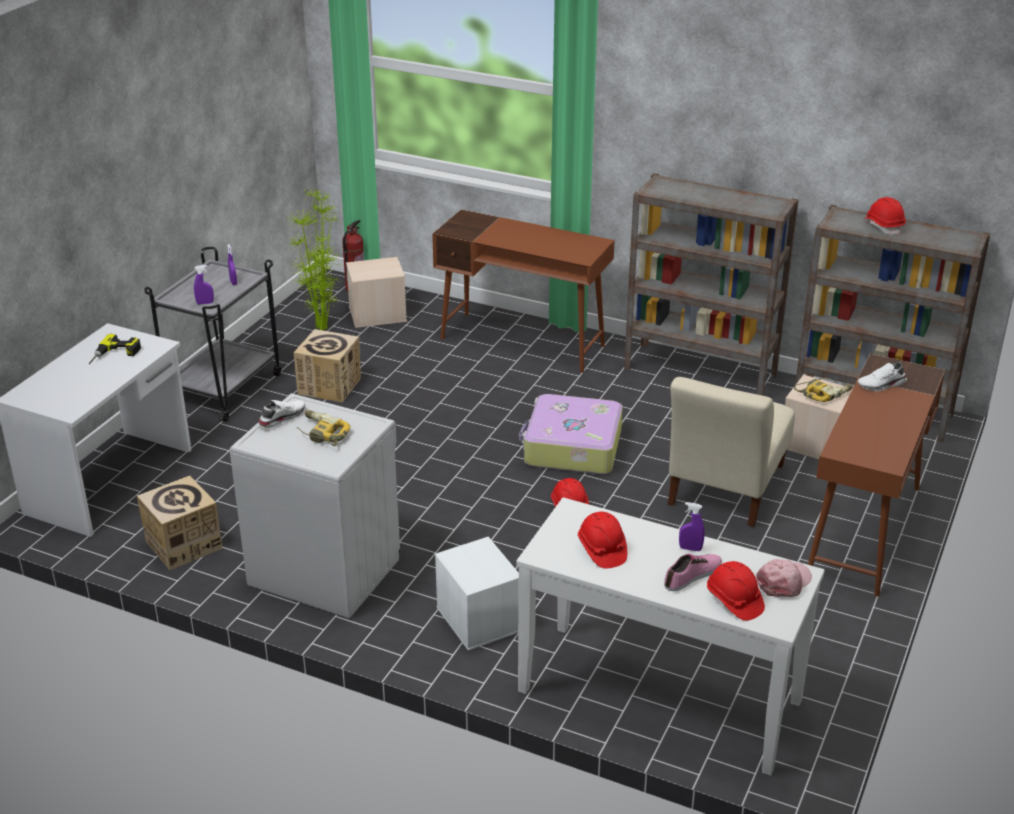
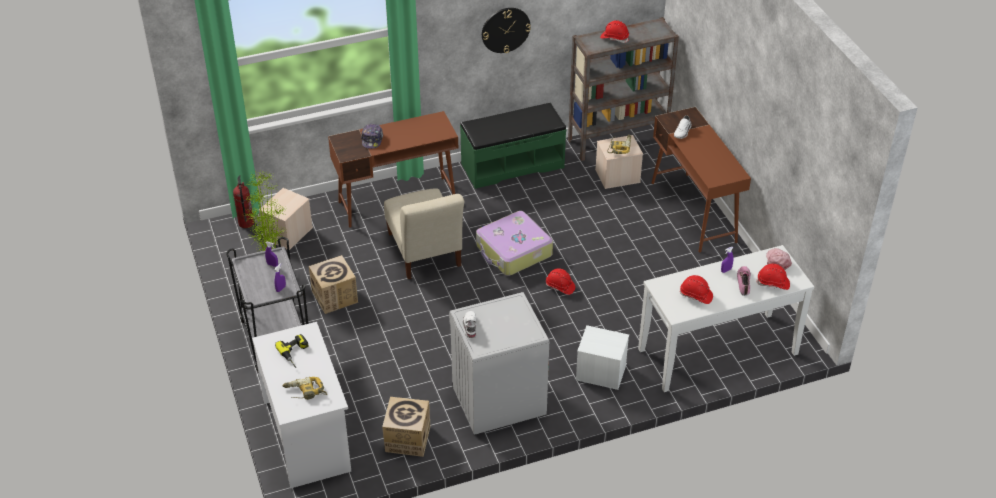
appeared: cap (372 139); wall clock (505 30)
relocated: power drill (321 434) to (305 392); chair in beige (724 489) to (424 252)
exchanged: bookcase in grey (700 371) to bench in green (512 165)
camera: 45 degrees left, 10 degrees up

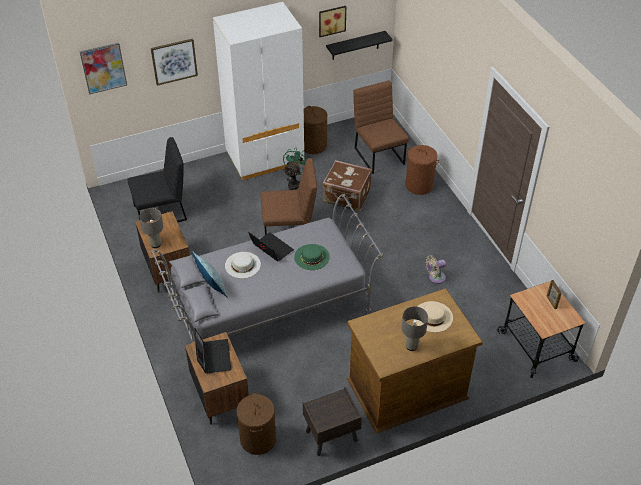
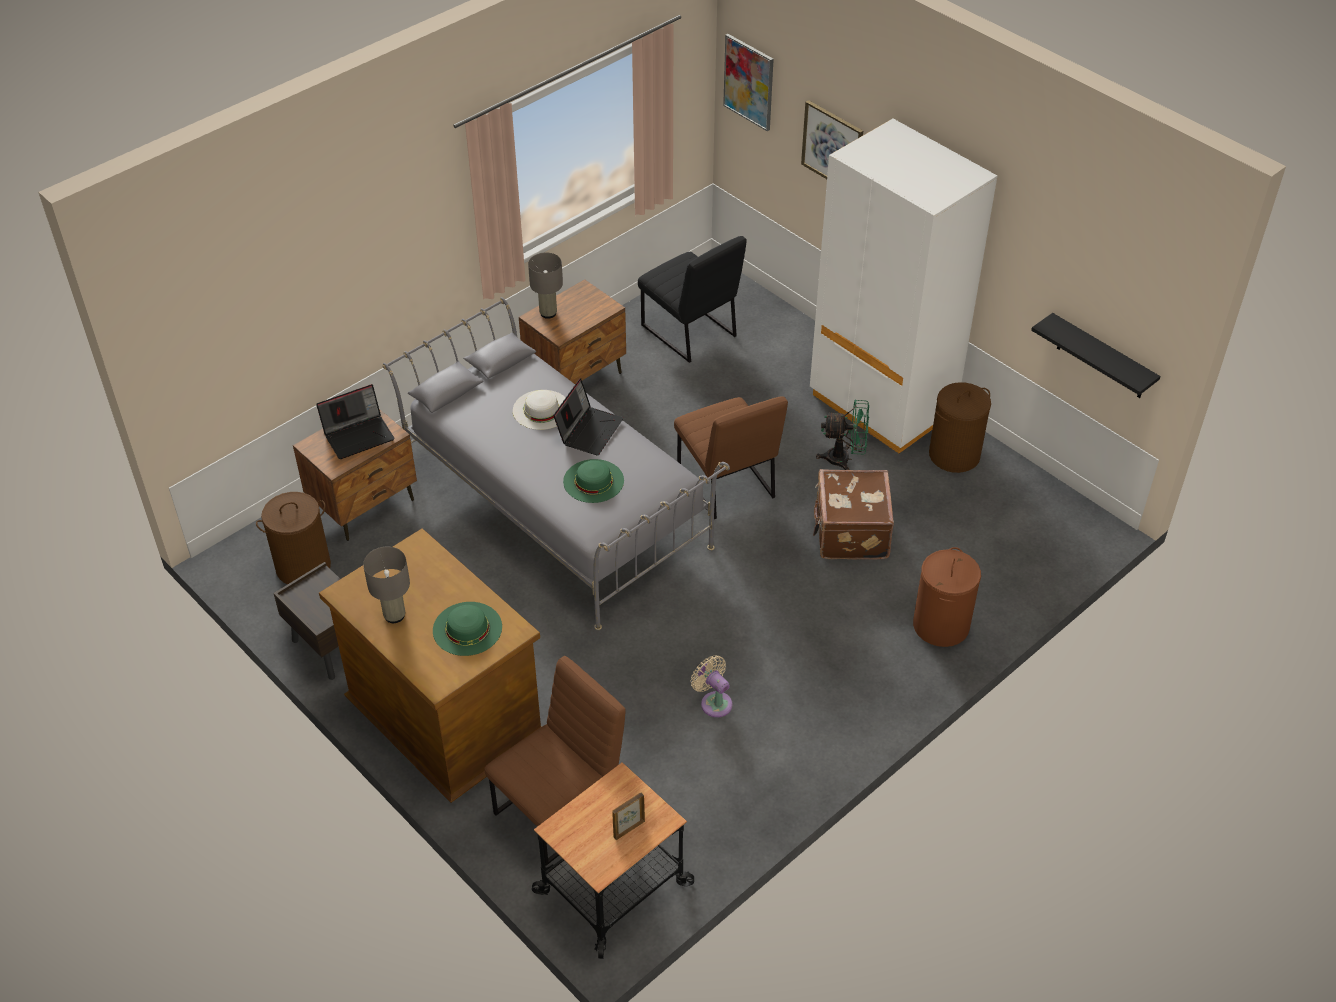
missing: pillow (212 287); picture (331 20)
relocated: chair in brown (379 155) to (560 809)
colour: hat in beige (433 316) to hat in green (467 628)
camera: 70 degrees right, 0 degrees up

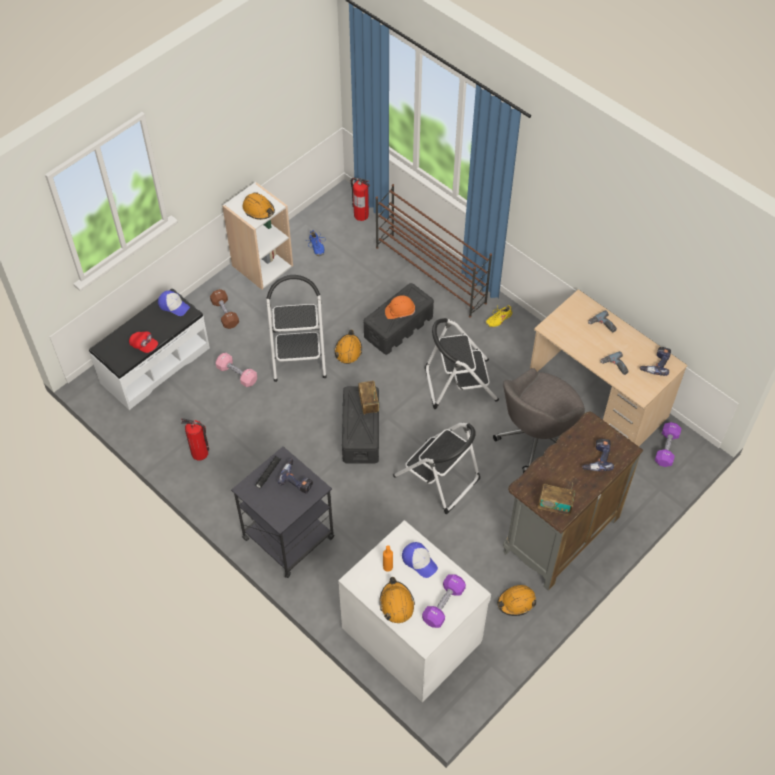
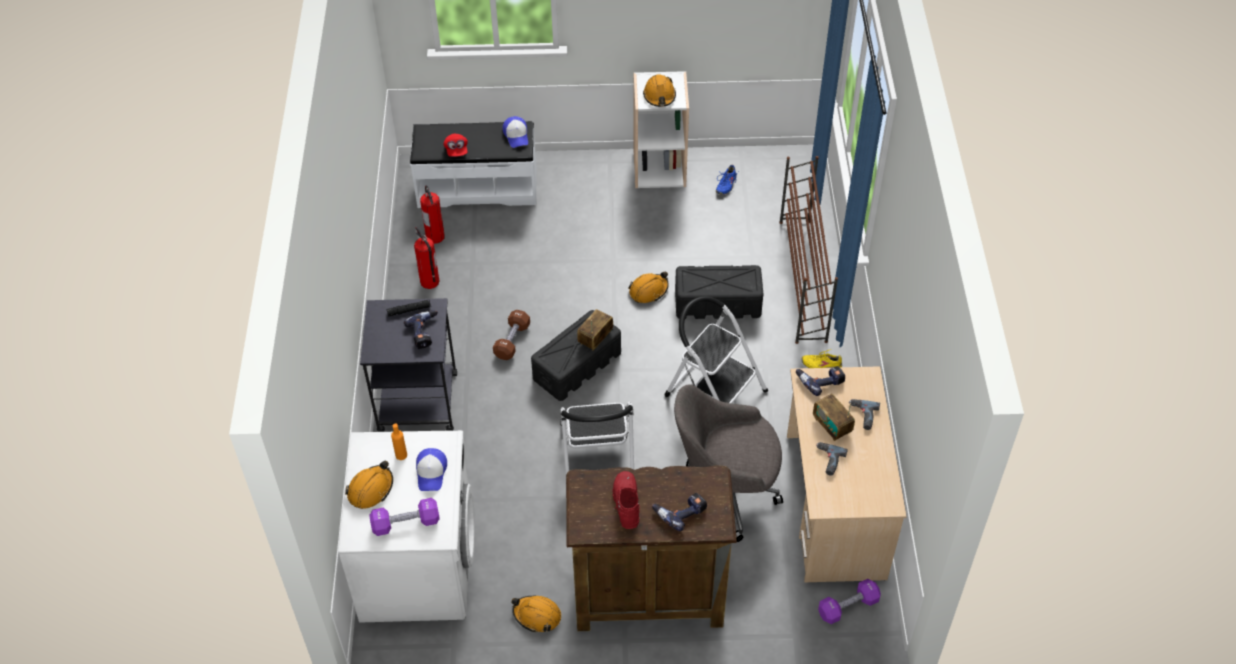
missing: dumbbell in pink (237 374); step ladder (299 352); hard hat in orange (399 312)
appeared: boot in red (626 504)
relocated: dumbbell in brown (225 313) to (512 341); fire extinguisher (361 215) to (435 236); radio (555 506) to (832 426); power drill (655 364) to (820 380)
camera: 45 degrees right, 5 degrees down

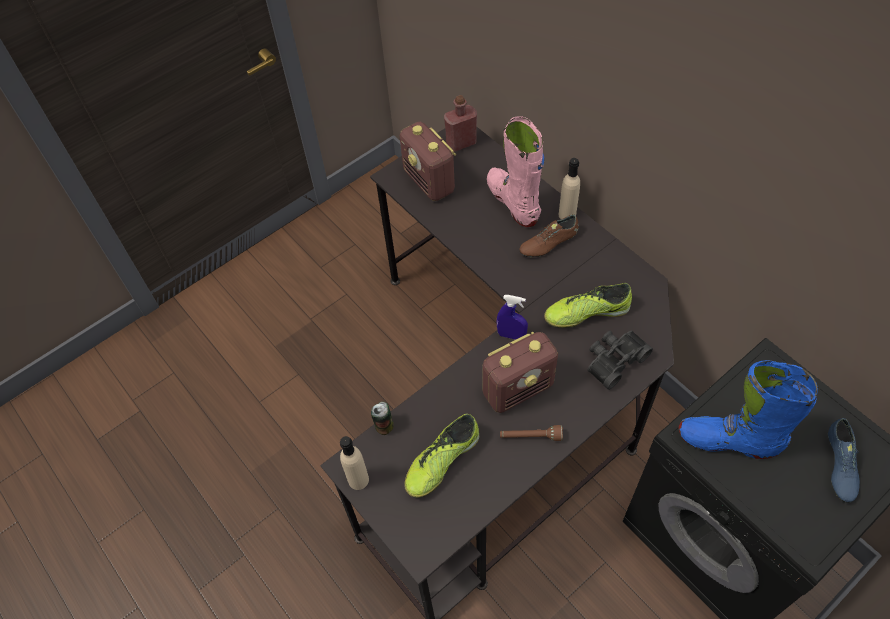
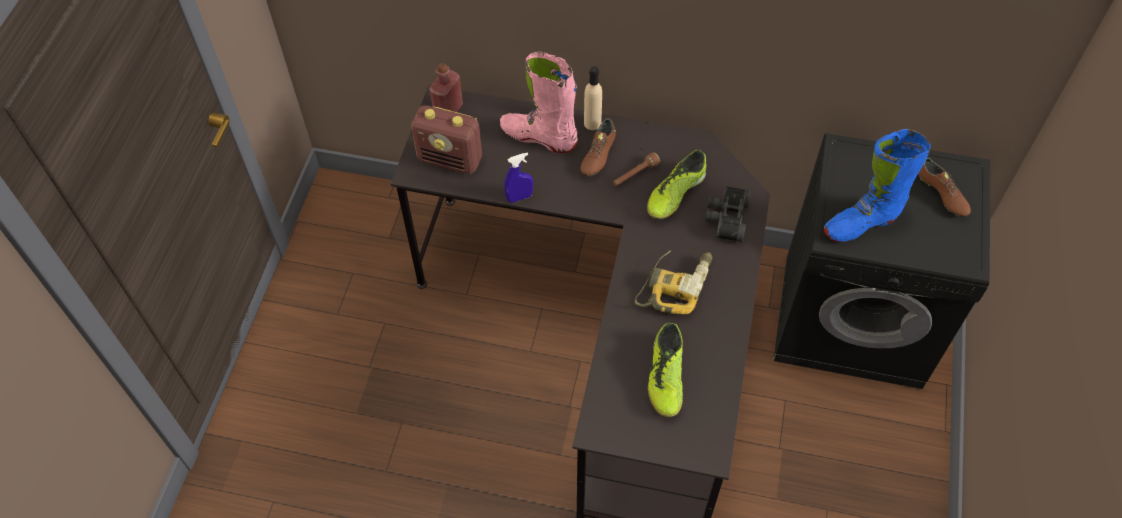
missing: bottle in beige (358 479); can (384 425)
relocated: spray bottle in blue (511 335) to (519 197); flashlight in brown (530 436) to (635 174)
exchanged: radio (518 388) to power drill (674 284)
colour: shoe in blue (839 465) to shoe in brown (941 194)
camera: 40 degrees left, 0 degrees up

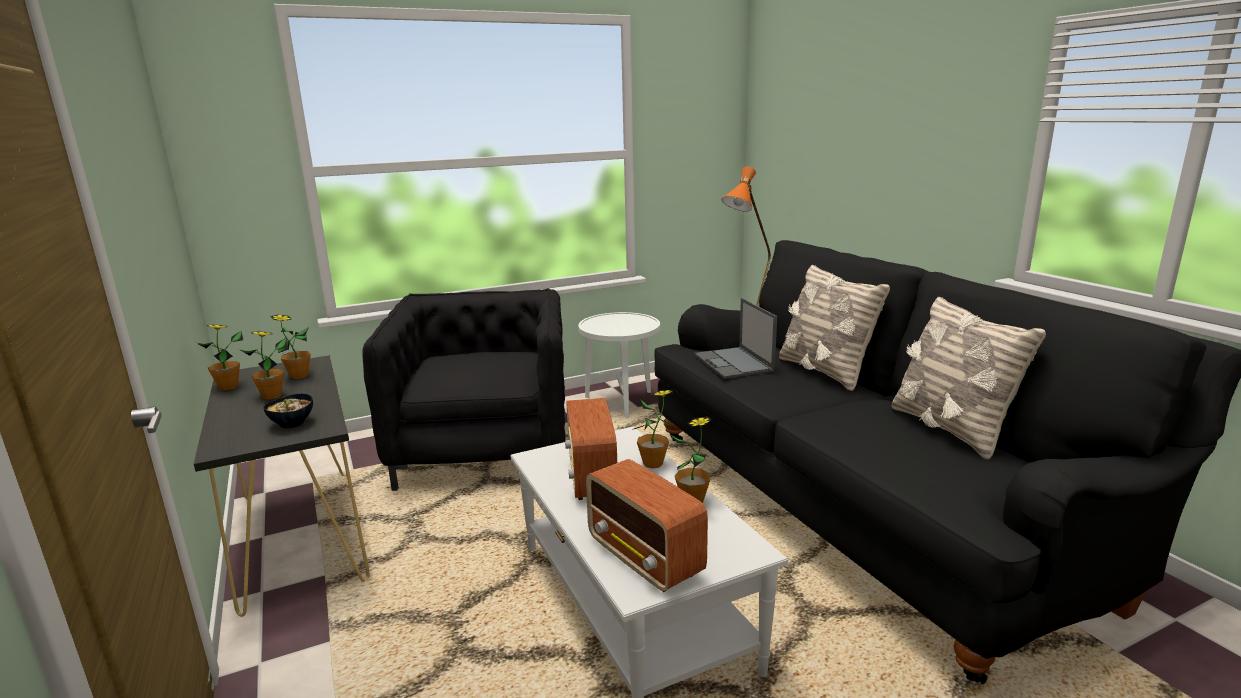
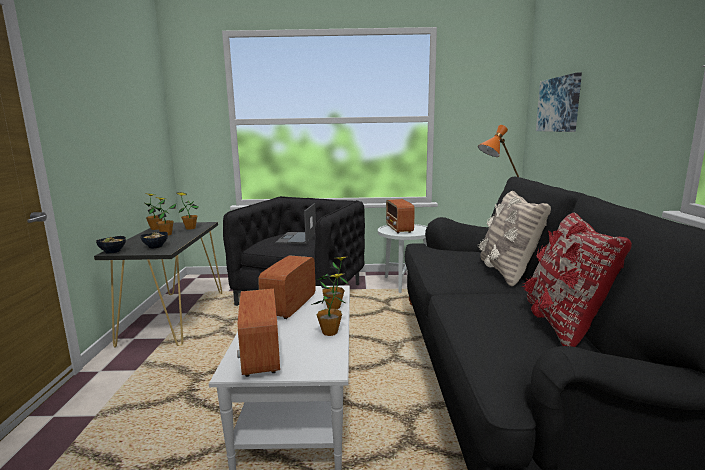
appeared: bowl (112 251); radio (399 229); picture (559 104)
relocated: laptop (734 363) to (296 238)
colour: pillow in beige (950 429) to pillow in red (561 324)
camera: 25 degrees right, 5 degrees down

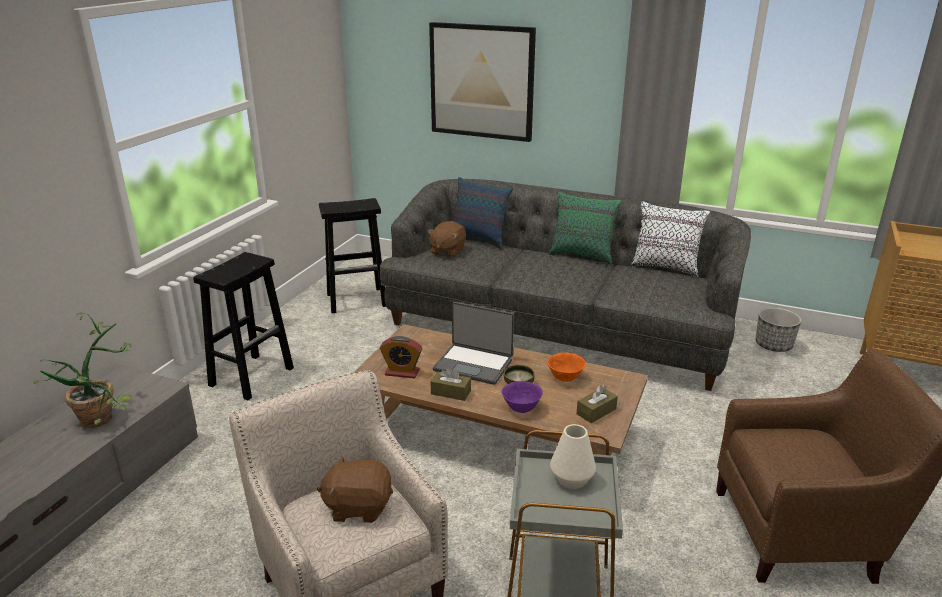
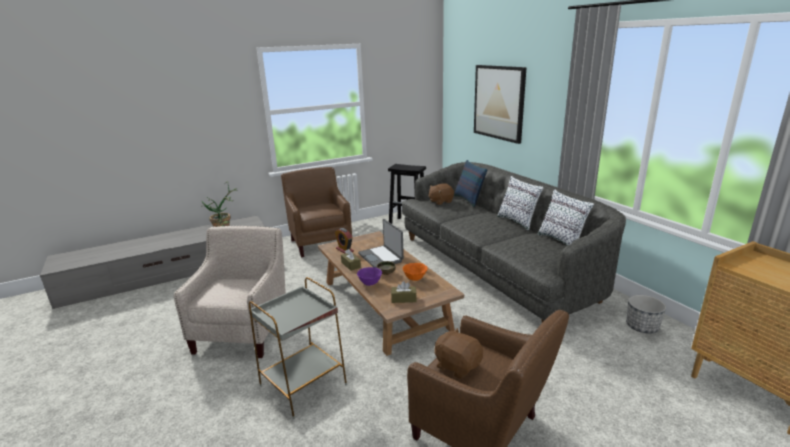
missing: vase in white (572 479)
relocated: plush toy in brown (358 507) to (457 366)
exchanged: stool in black (252 376) to armchair in brown (320 242)
colour: pillow in green (582 256) to pillow in white (517 222)
camera: 40 degrees right, 5 degrees down

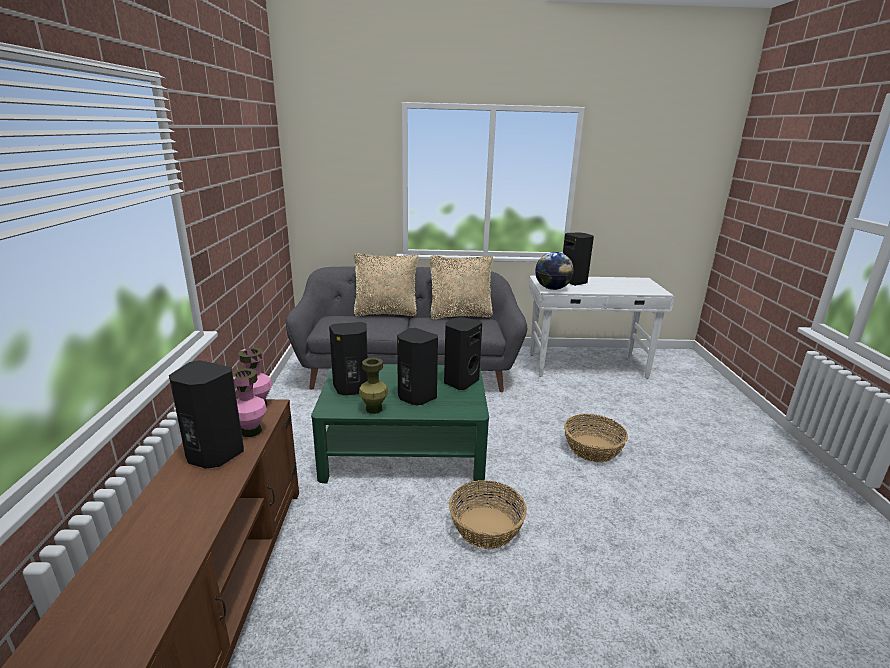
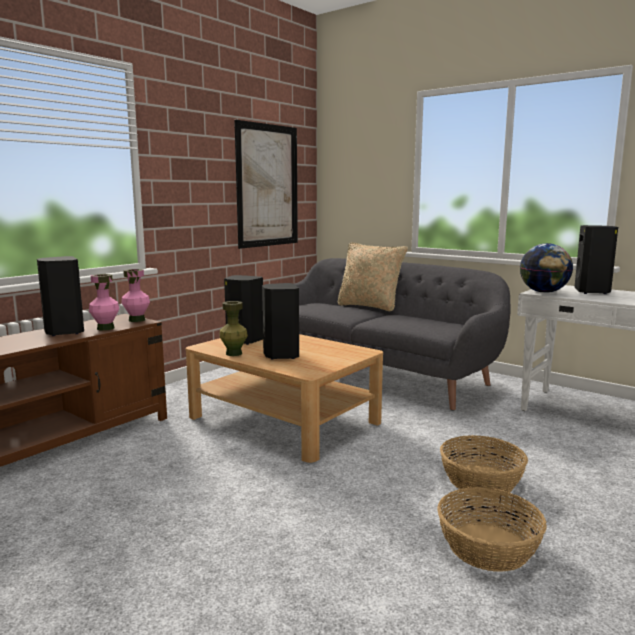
missing: pillow in beige (461 316); speaker in black (460 382)
appeared: picture (267 186)
relocated: basket (485 527) to (487 546)
colour: coffee table in green (404 449) to coffee table in beige (284 419)
camera: 40 degrees right, 10 degrees down

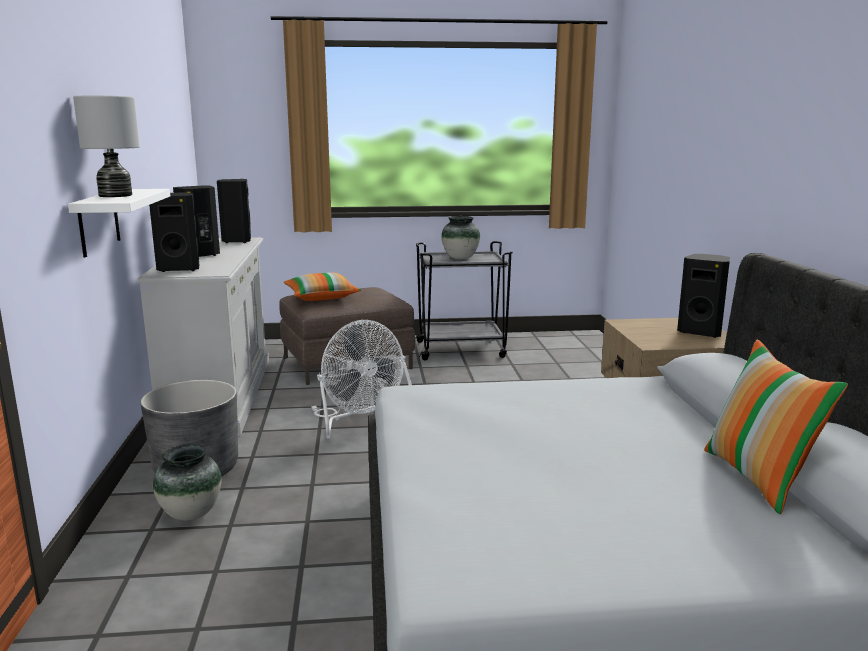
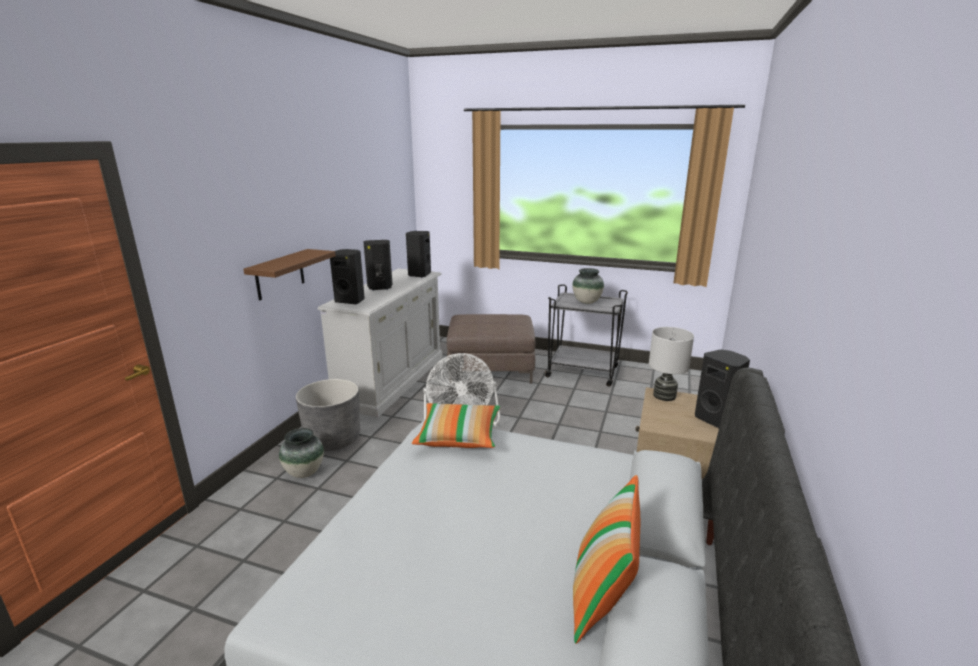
relocated: table lamp in grey (115 195) to (664 396); pillow (322 297) to (459 436)
colour: shelf in white (99 222) to shelf in brown (280 274)
camera: 25 degrees right, 5 degrees up

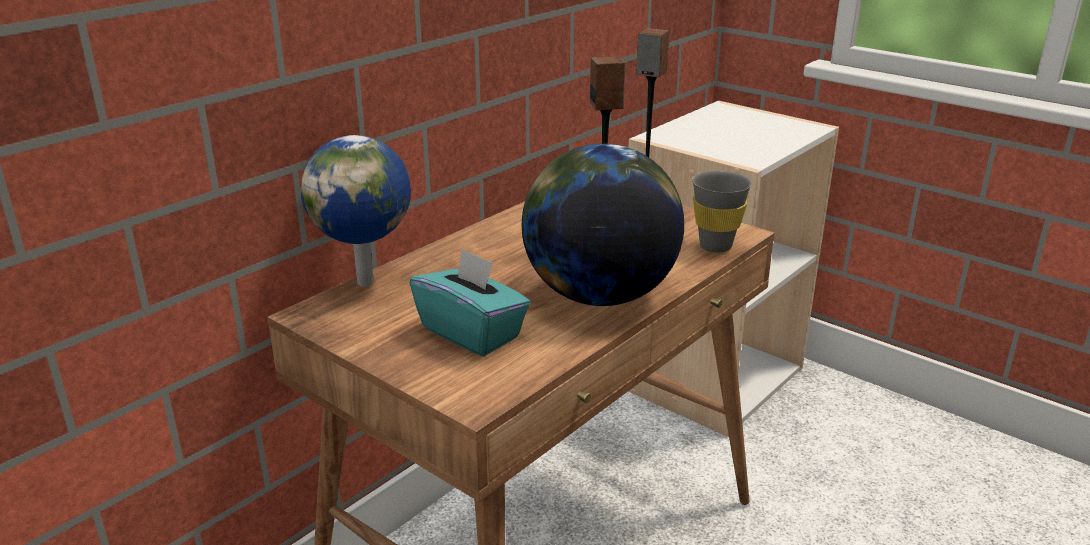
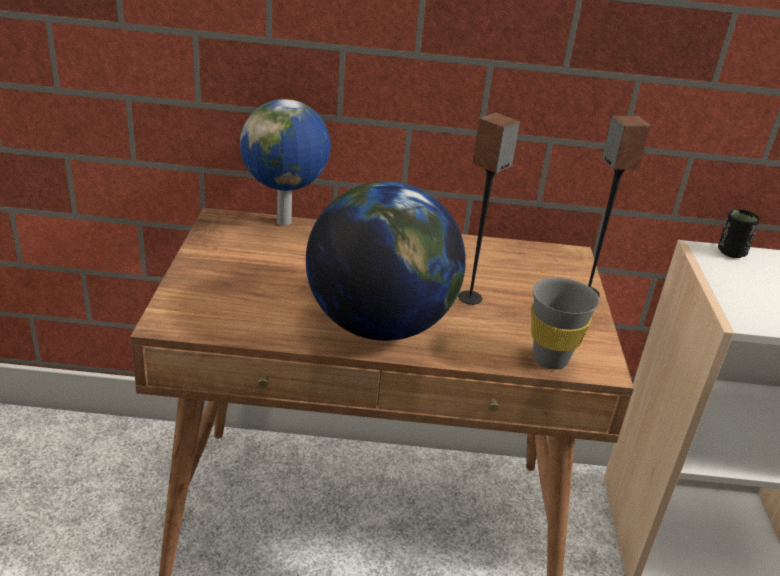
missing: tissue box in turquoise (472 333)
appeared: cup in black (731 252)
camera: 50 degrees right, 5 degrees up

